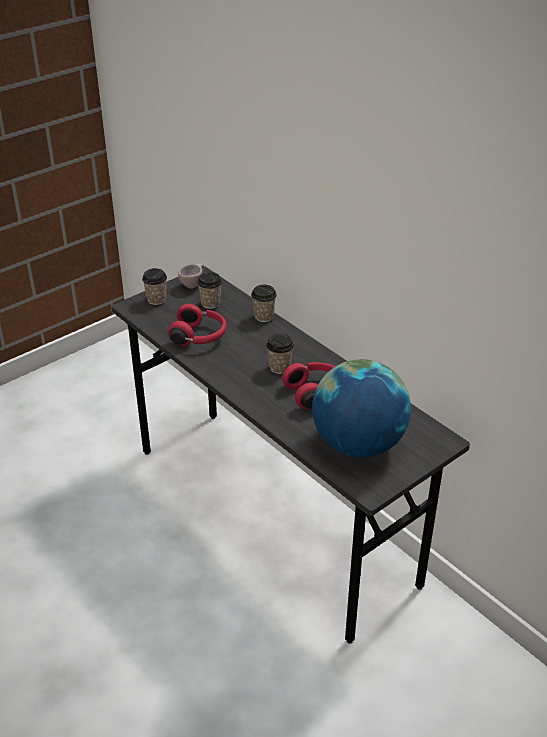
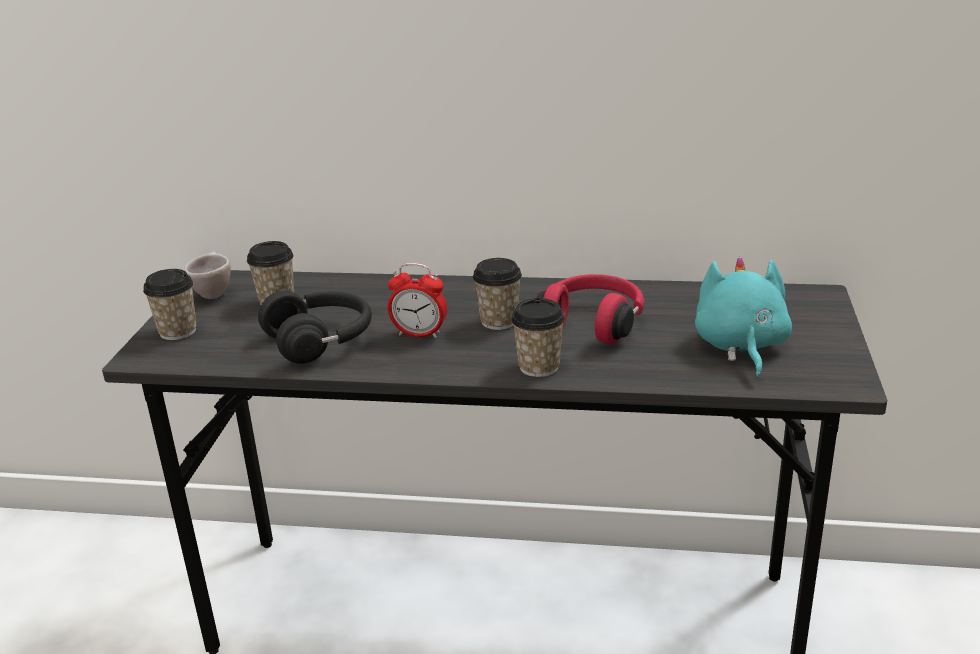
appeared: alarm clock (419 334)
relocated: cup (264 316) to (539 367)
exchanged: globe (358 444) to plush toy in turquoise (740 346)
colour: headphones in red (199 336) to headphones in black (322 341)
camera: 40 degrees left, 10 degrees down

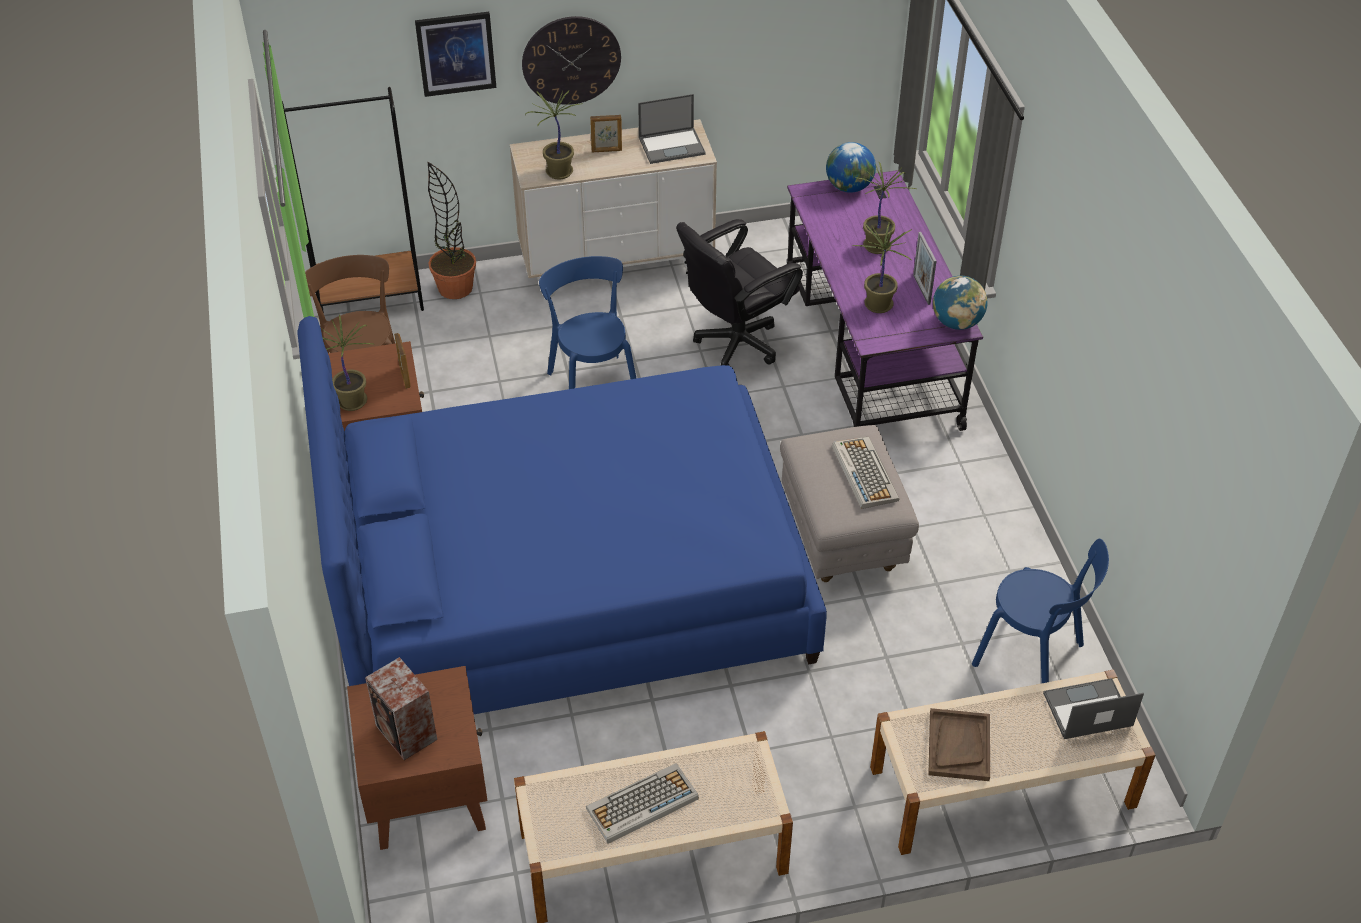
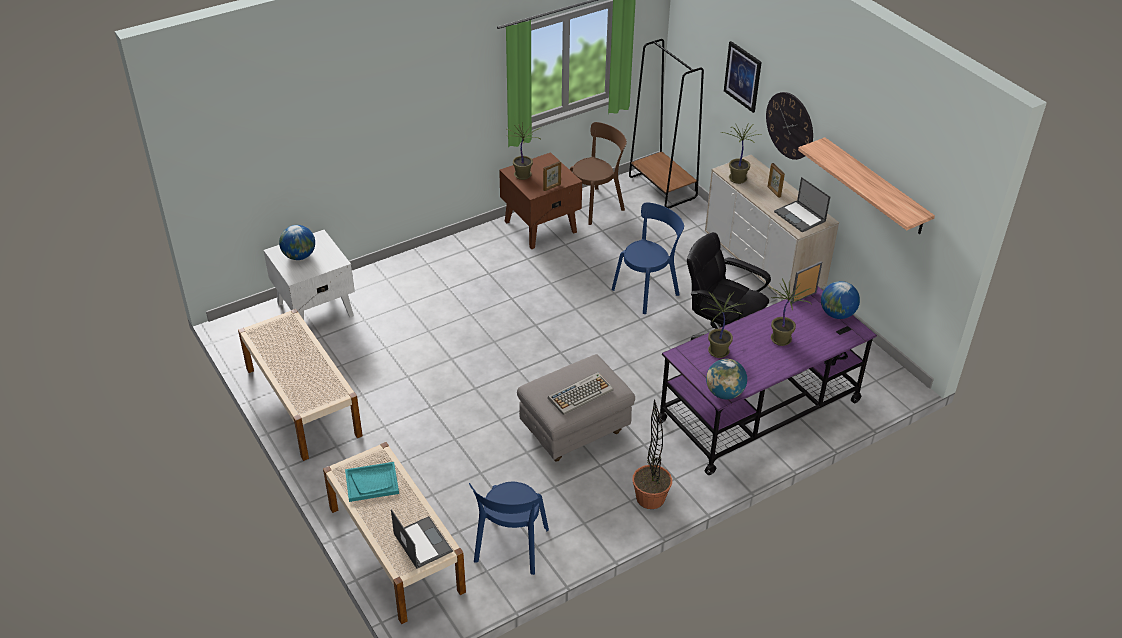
missing: bed in blue (567 582); keyboard (641 804)
appeared: shelf (875 186)
relocated: potted plant (455 288) to (650 498); picture frame (921 289) to (803 297)
exchanged: speaker (406 734) to globe (299 256)
colour: nightstand in brown (426 793) to nightstand in white (316 309); tray in brown (958 746) to tray in turquoise (372 483)
camera: 70 degrees right, 5 degrees down

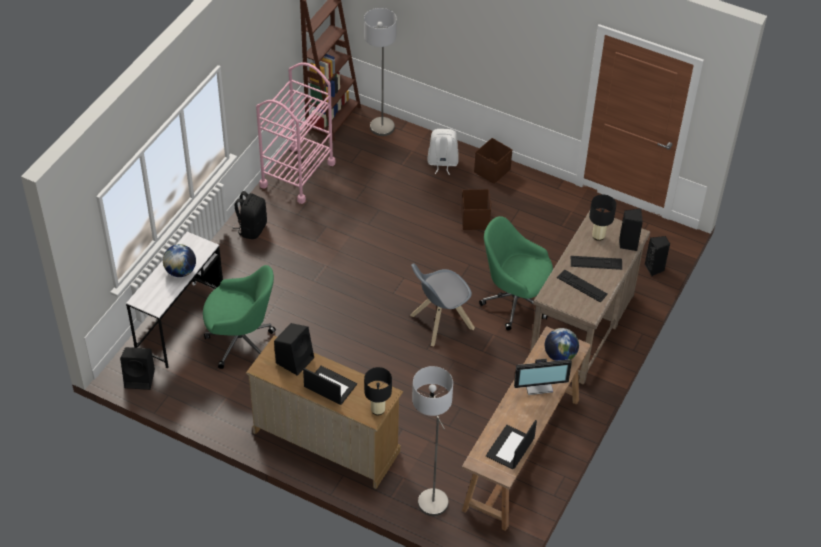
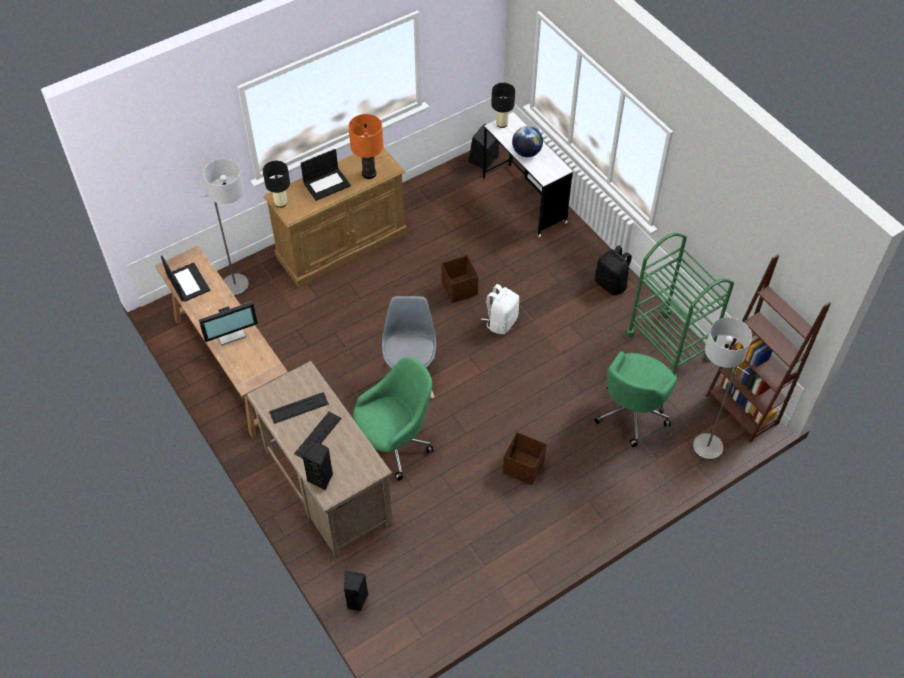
missing: globe (560 355)
relocated: office chair in green (241 342) to (631 415); backpack in white (442 163) to (501 322); storage box in brown (492 171) to (459 289); table lamp in black (598 236) to (502 124)
exchanged: speaker in black (295 359) to table lamp in orange (369 173)
colour: cart in pink (297 174) to cart in green (669 345)
spun: monitor (538 384) = (231 333) 135 degrees counterclockwise
camera: 120 degrees right, 5 degrees up

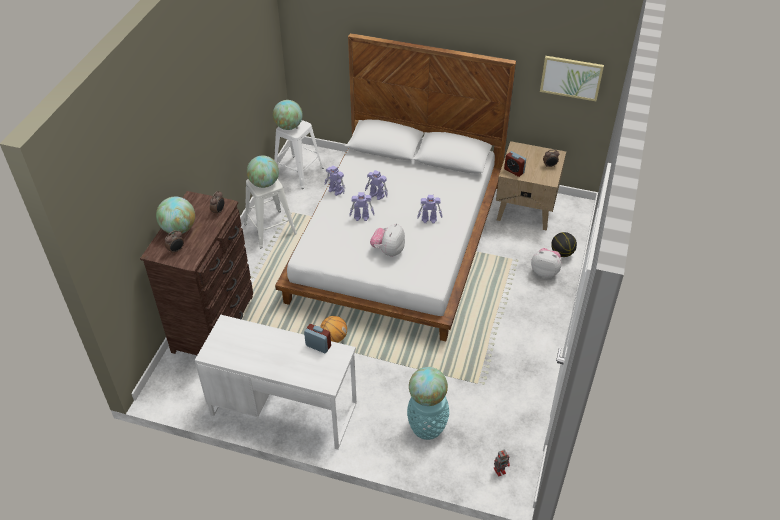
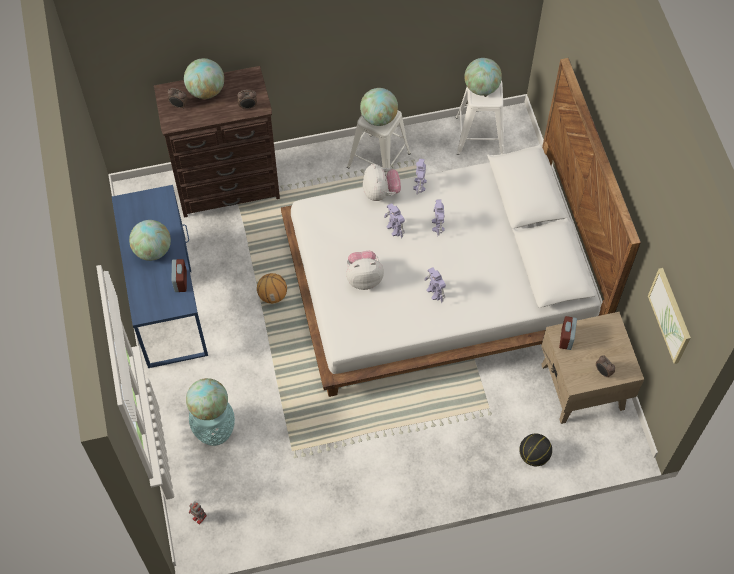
appeared: globe (153 250)
relocated: plush toy (545 271) to (380 192)
colour: desk in white (283 408) to desk in blue (167 299)
camera: 60 degrees right, 15 degrees up

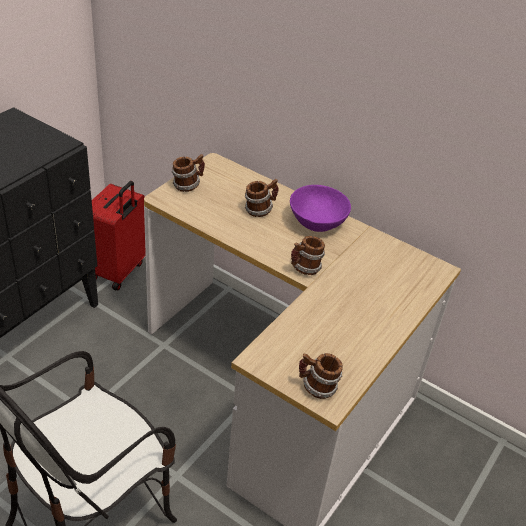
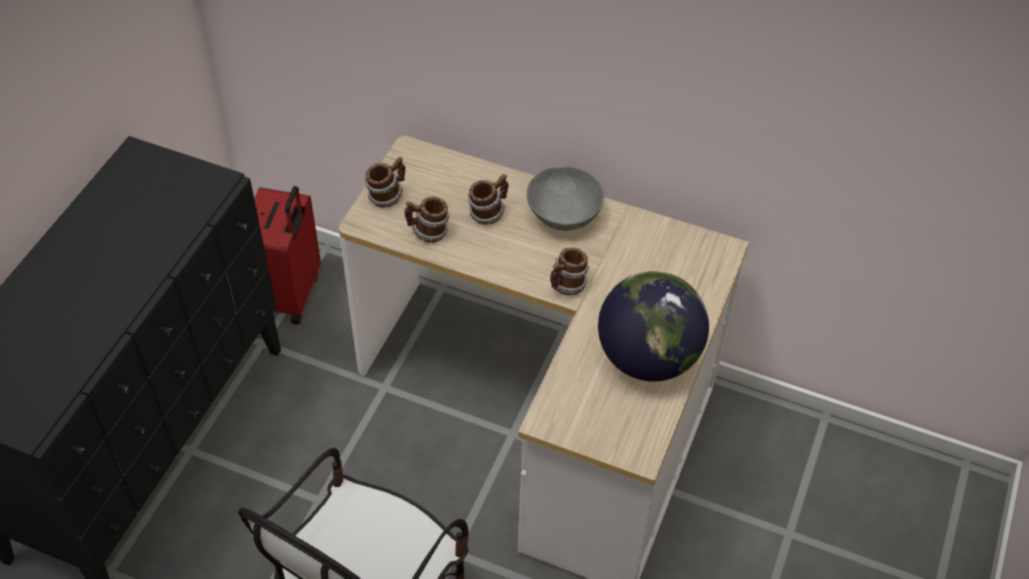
appeared: globe (648 357)
relocated: mug (317 387) to (428 233)
colour: bowl in purple (317 223) to bowl in grey (563 215)
camera: 10 degrees left, 10 degrees up

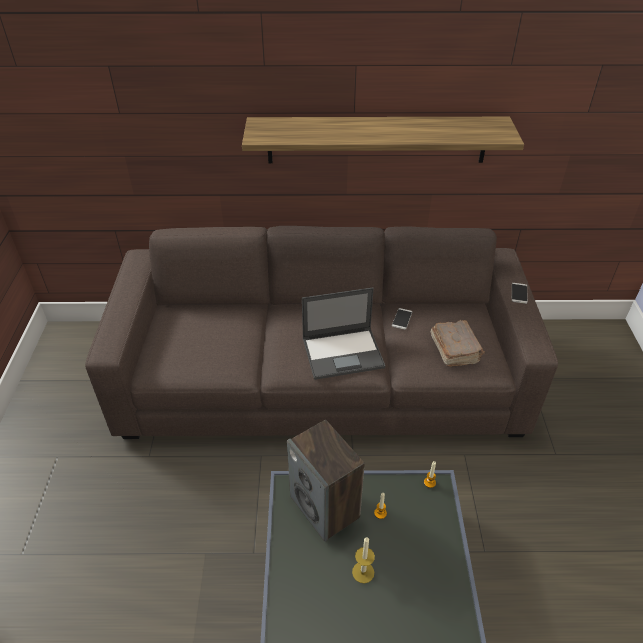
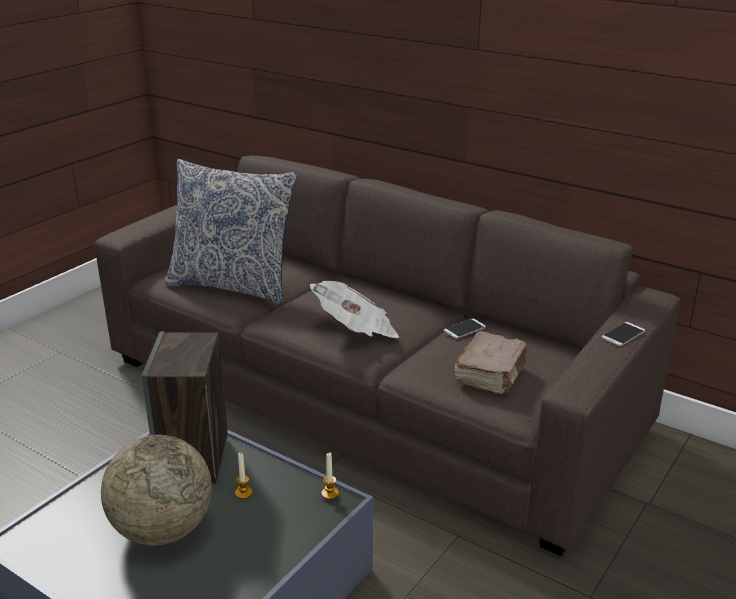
missing: shelf (377 140)
appeared: pillow (233 284)
exchanged: laptop (343 353) to newspaper (356 330); candle (363 572) to globe (162 529)
camera: 35 degrees right, 15 degrees down

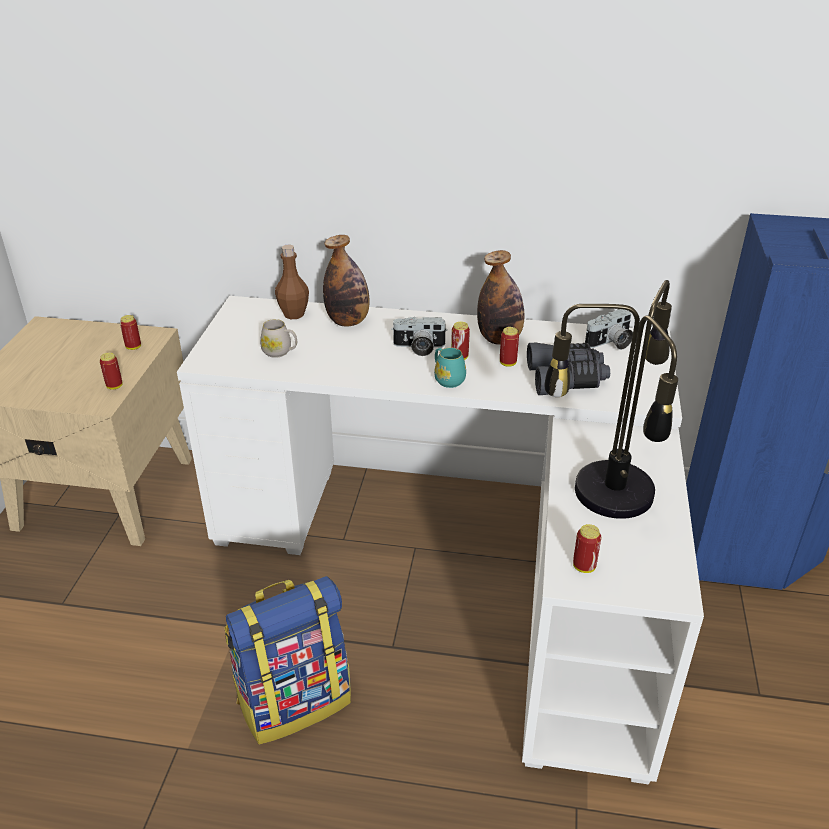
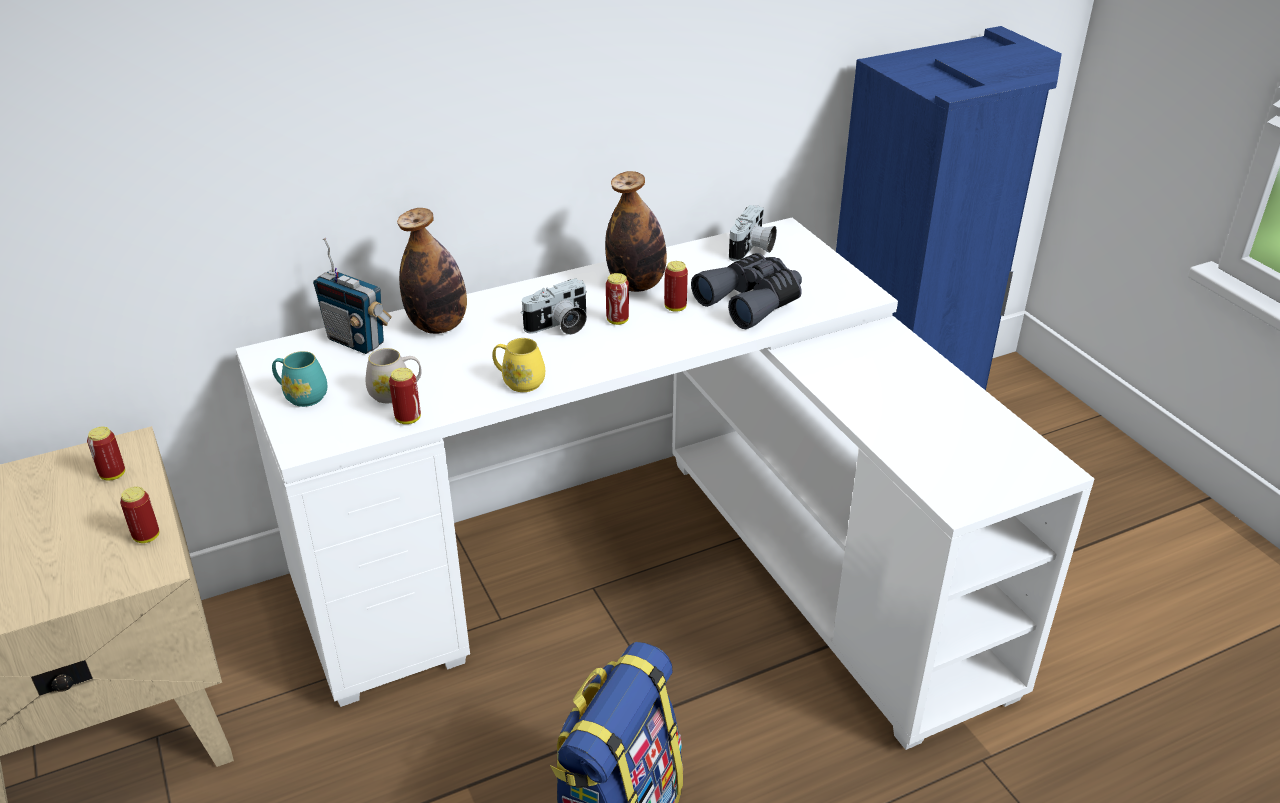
missing: table lamp (612 491)
appeared: mug in yellow (519 381)
relocated: mug in turquoise (447 379) to (301 396); can (584 567) to (408 419)
exchanged: bottle in brown (294 314) to radio (357 341)
camera: 35 degrees left, 0 degrees up

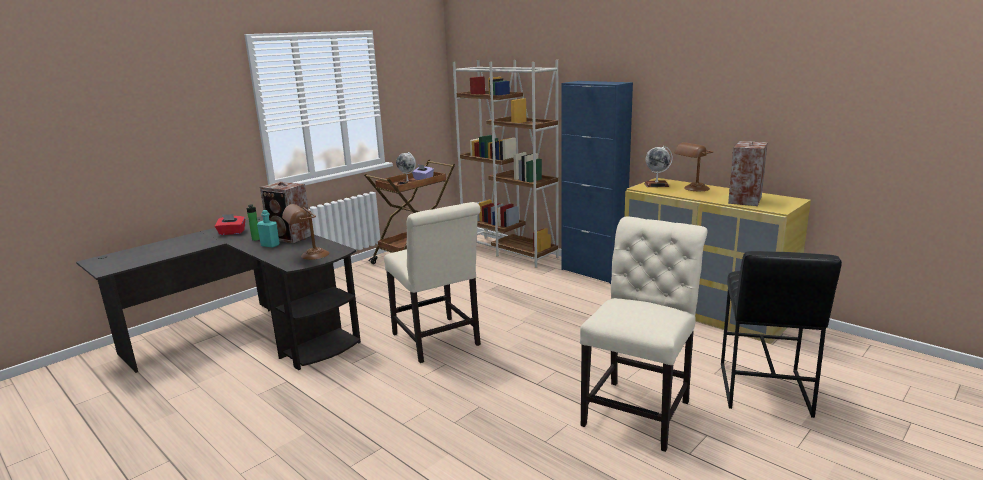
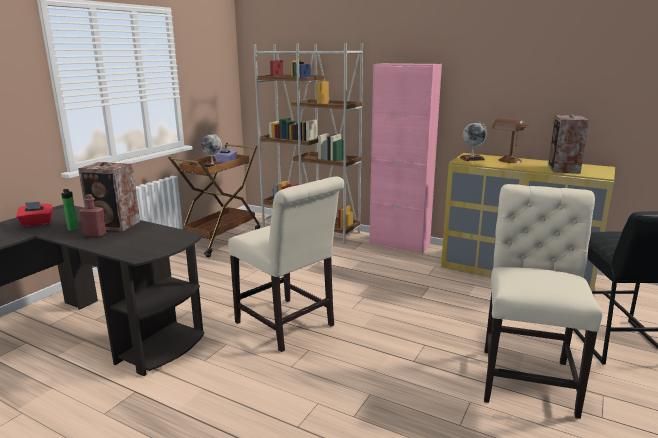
missing: table lamp in brown (309 256)
colour: bottle in turquoise (270 245) to bottle in red (95 235); cabinet in blue (593 272) to cabinet in pink (399 244)
camera: 15 degrees left, 0 degrees up

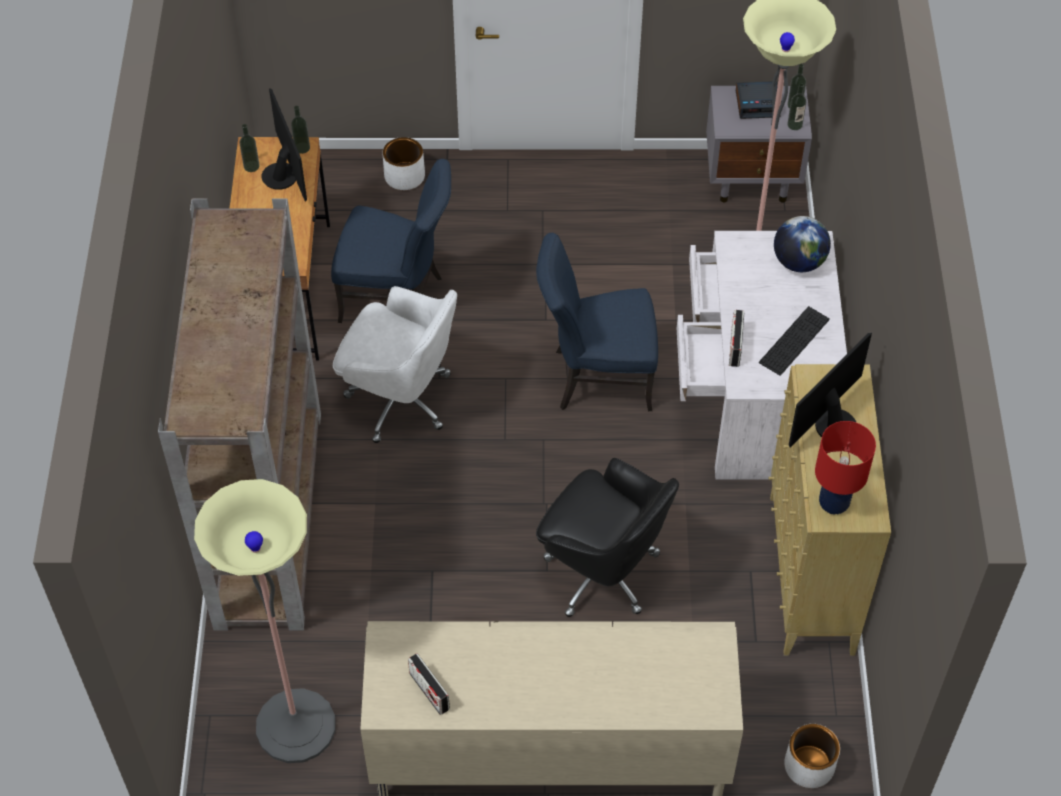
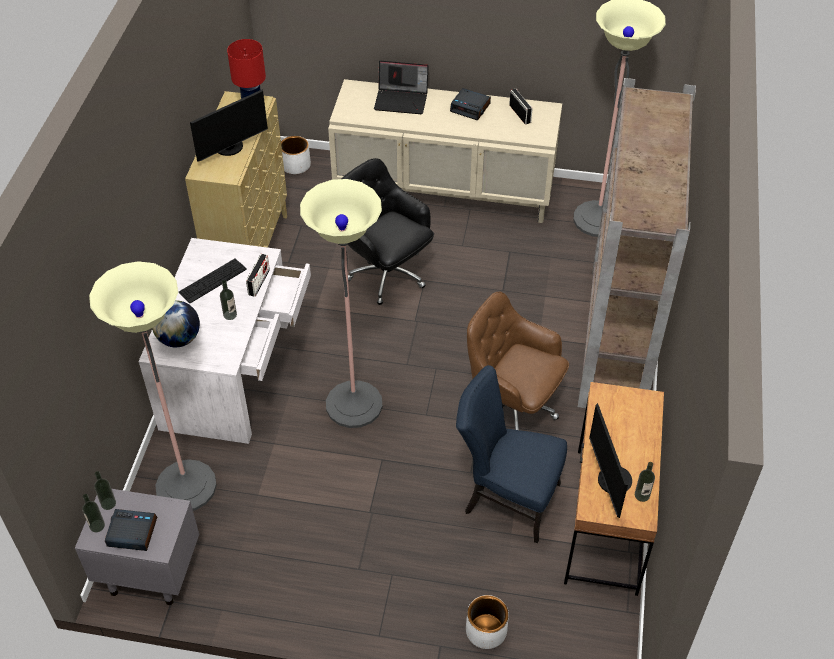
appeared: laptop (402 100); alarm clock (470 108)
relocated: bottle (302 148) to (230 315)
exchanged: chair in blue (596 378) to floor lamp (354 404)
colour: office chair in white (400 400) to office chair in brown (513 409)
camera: 170 degrees left, 5 degrees down

